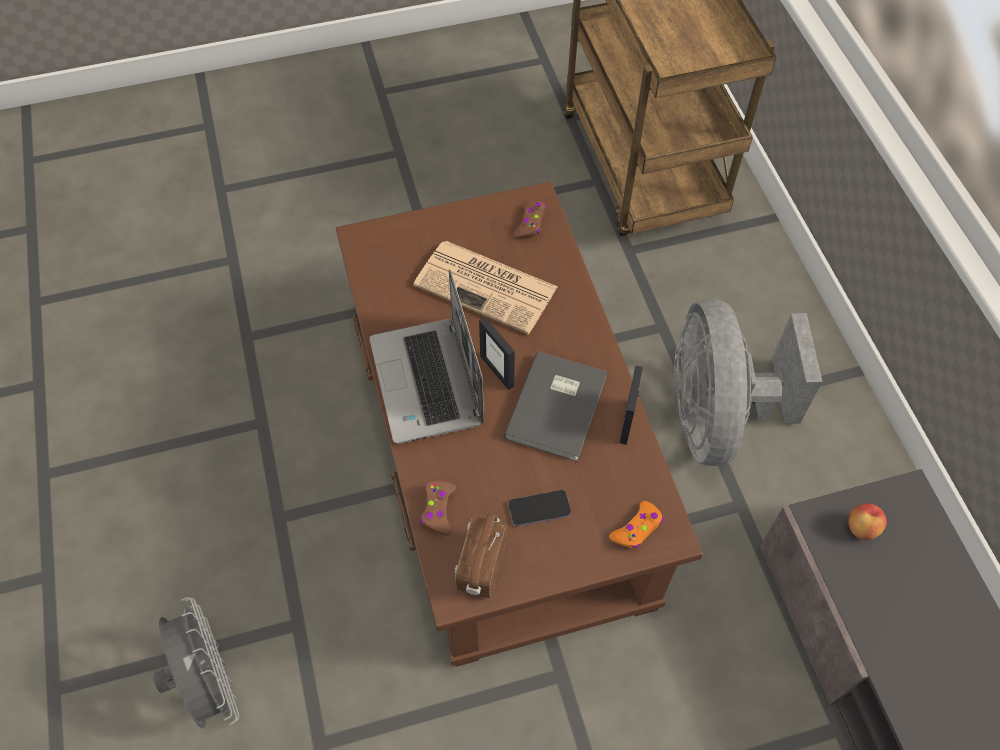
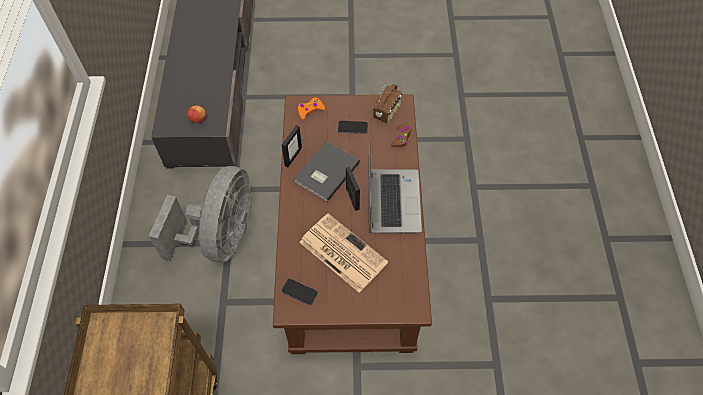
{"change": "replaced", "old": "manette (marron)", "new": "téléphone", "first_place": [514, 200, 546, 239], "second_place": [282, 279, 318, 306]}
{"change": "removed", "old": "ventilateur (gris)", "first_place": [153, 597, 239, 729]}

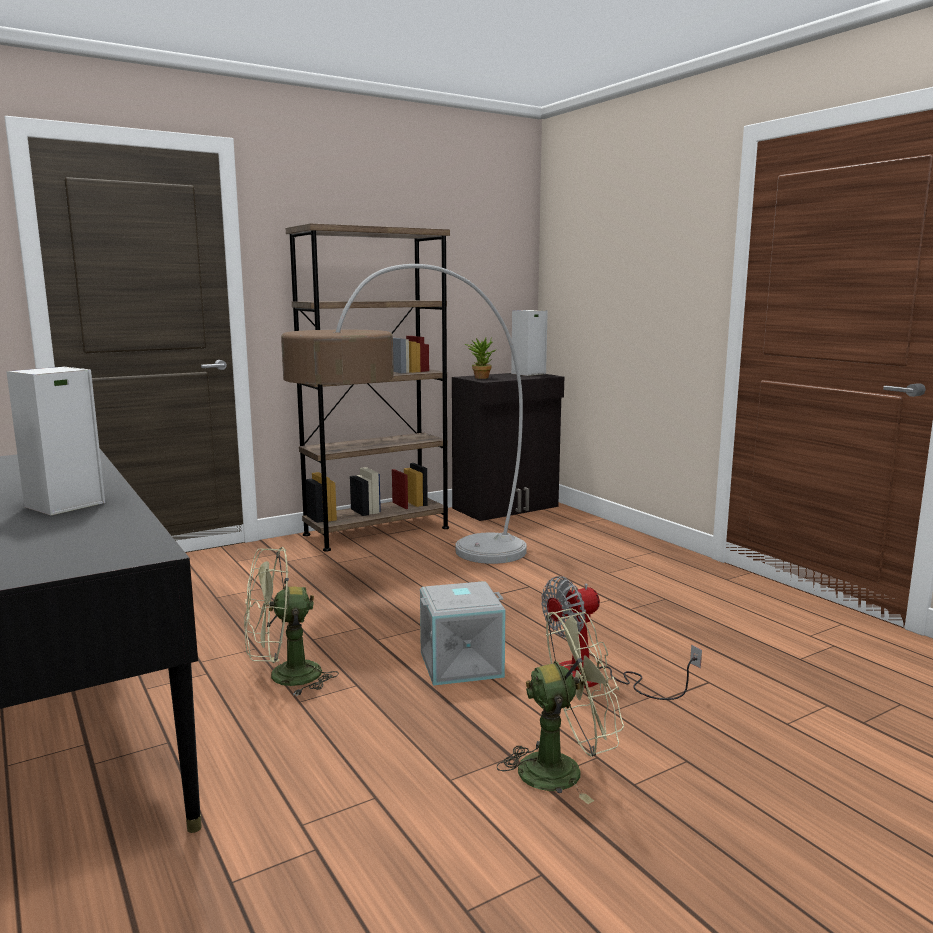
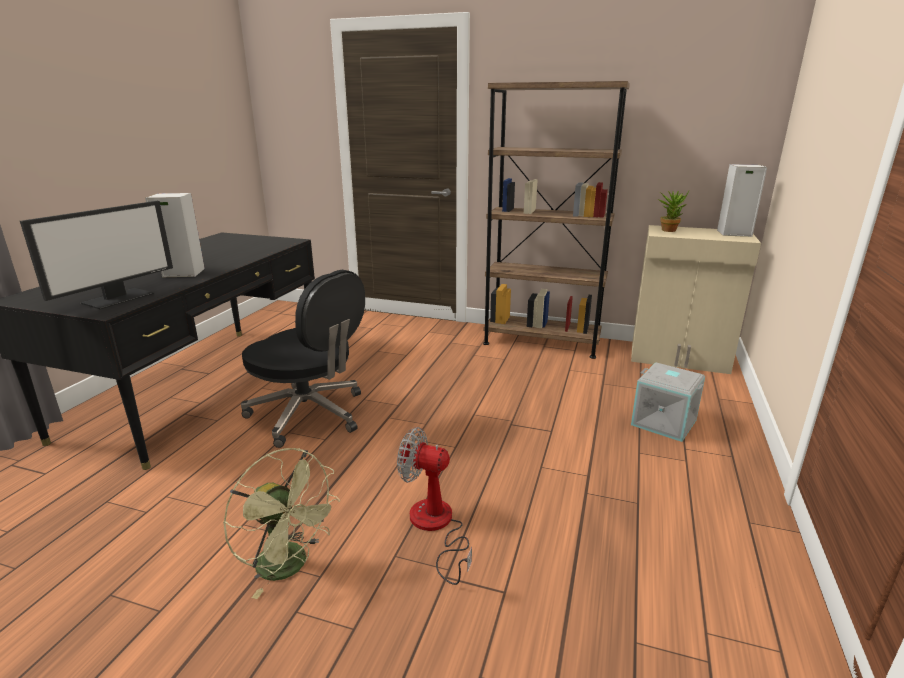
{"change": "removed", "old": "lampadaire", "first_place": [281, 264, 527, 564]}
{"change": "recoloured", "old": "meuble de rangement (noir)", "new": "meuble de rangement (beige)", "first_place": [452, 373, 564, 521], "second_place": [631, 225, 761, 374]}
{"change": "replaced", "old": "ventilateur (vert)", "new": "chaise de bureau (noir)", "first_place": [244, 547, 339, 696], "second_place": [241, 270, 365, 448]}
{"change": "moved", "old": "boîte de rangement (gris)", "first_place": [420, 581, 506, 686], "second_place": [631, 363, 705, 442]}
{"change": "added", "new": "écran d'ordinateur", "second_place": [20, 201, 173, 310]}

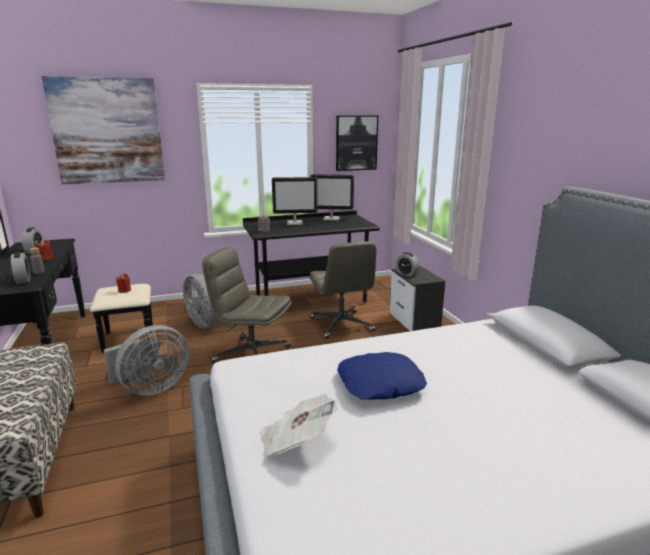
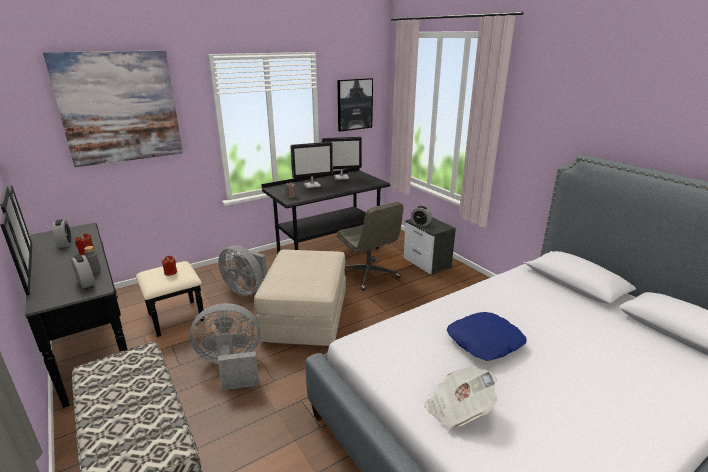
{"change": "replaced", "old": "chaise de bureau (gris)", "new": "pouf (beige)", "first_place": [202, 247, 292, 363], "second_place": [254, 250, 346, 347]}
{"change": "turned", "old": "ventilateur (gris)", "first_place": [104, 325, 189, 396], "second_place": [190, 303, 260, 390], "degrees": -135}

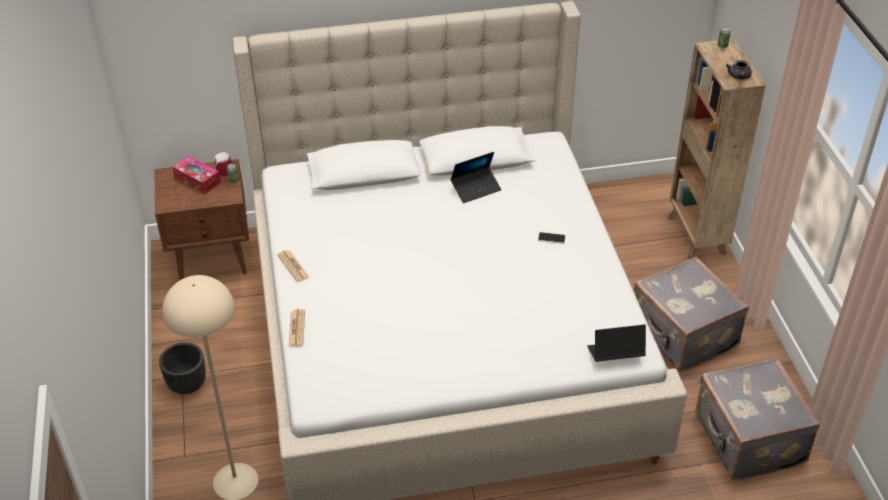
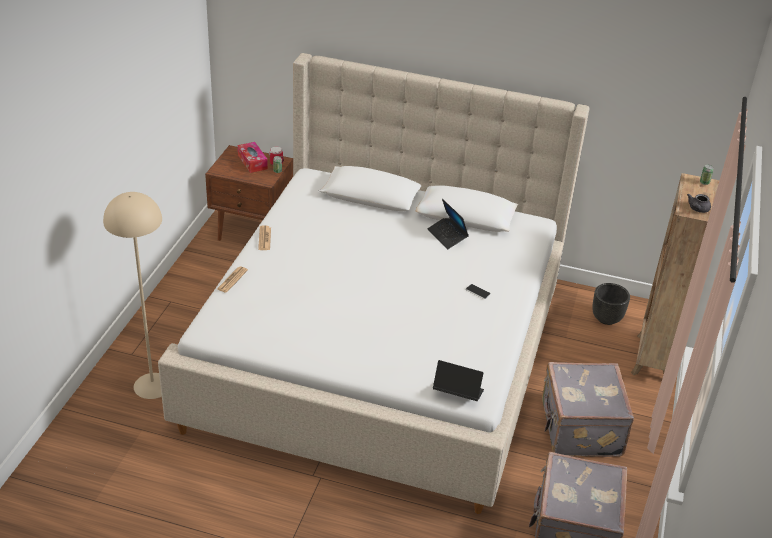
{"change": "turned", "old": "ordinateur portable", "first_place": [451, 152, 501, 203], "second_place": [427, 199, 469, 249], "degrees": 60}
{"change": "moved", "old": "cache-pot (noir)", "first_place": [159, 342, 206, 394], "second_place": [592, 283, 630, 325]}

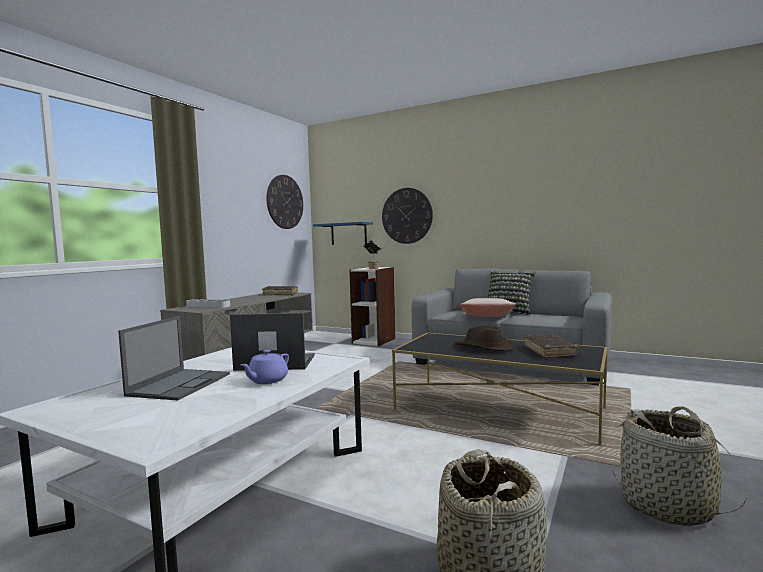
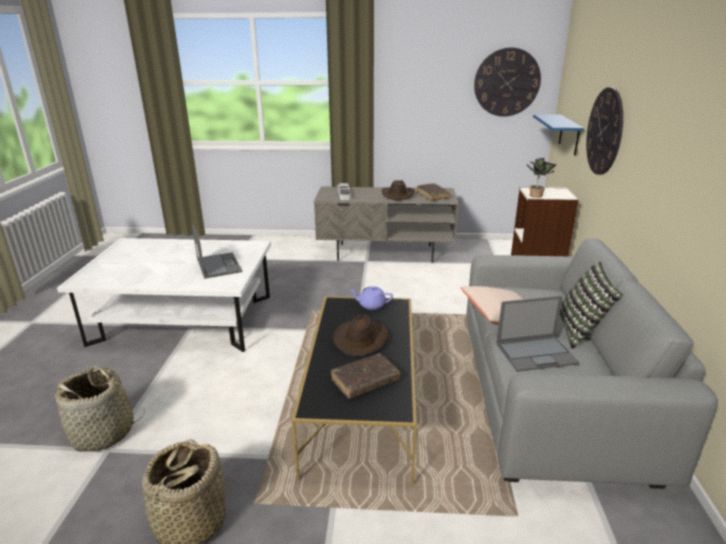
{"change": "moved", "old": "ordinateur portable", "first_place": [118, 316, 230, 400], "second_place": [496, 296, 580, 372]}
{"change": "moved", "old": "théière (violet)", "first_place": [241, 350, 289, 384], "second_place": [350, 286, 393, 310]}
{"change": "added", "new": "chapeau (marron)", "second_place": [382, 180, 415, 201]}

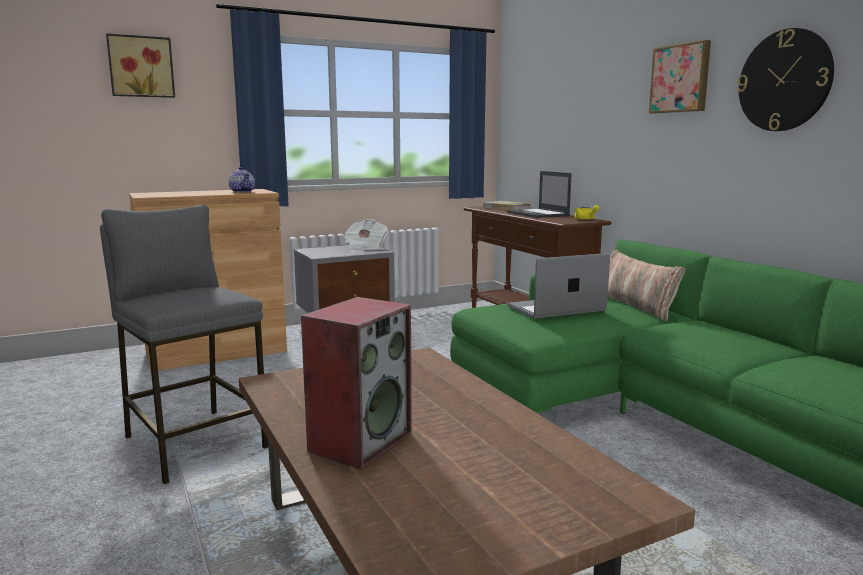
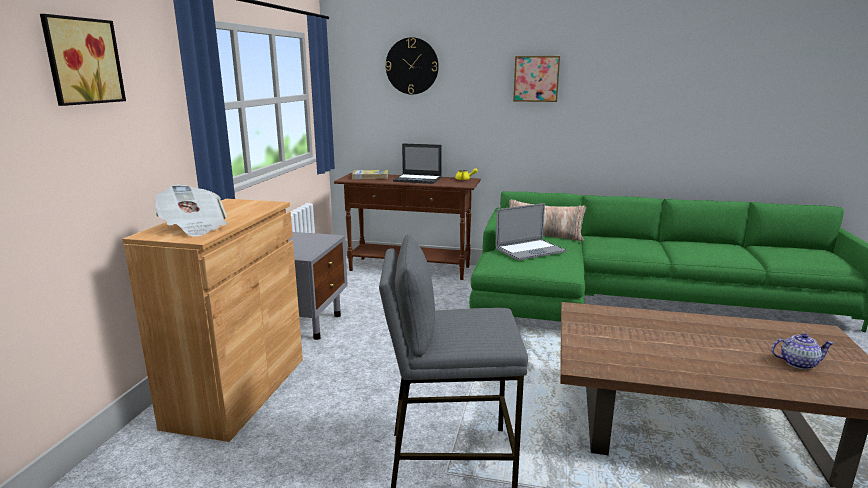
{"change": "moved", "old": "horloge murale", "first_place": [737, 28, 834, 131], "second_place": [385, 37, 439, 94]}
{"change": "moved", "old": "théière", "first_place": [228, 167, 255, 193], "second_place": [771, 333, 834, 369]}
{"change": "moved", "old": "journal", "first_place": [344, 219, 388, 252], "second_place": [155, 184, 228, 237]}
{"change": "turned", "old": "ordinateur portable", "first_place": [507, 253, 610, 319], "second_place": [495, 203, 567, 261], "degrees": -135}
{"change": "removed", "old": "enceinte", "first_place": [301, 297, 412, 469]}

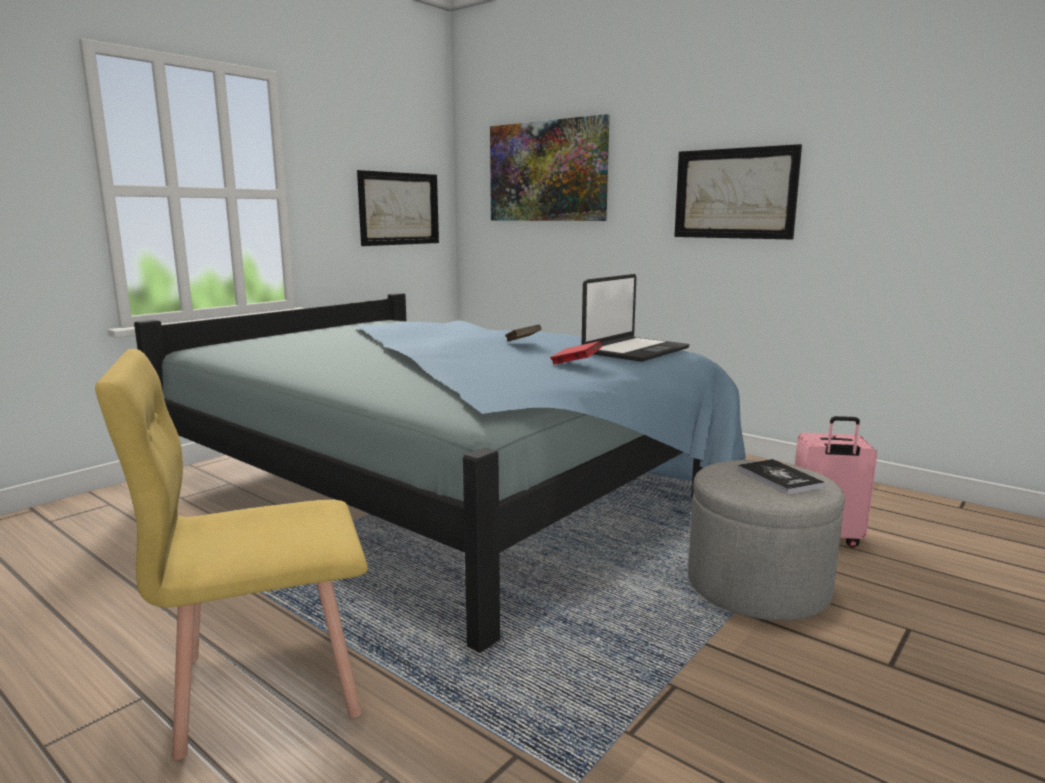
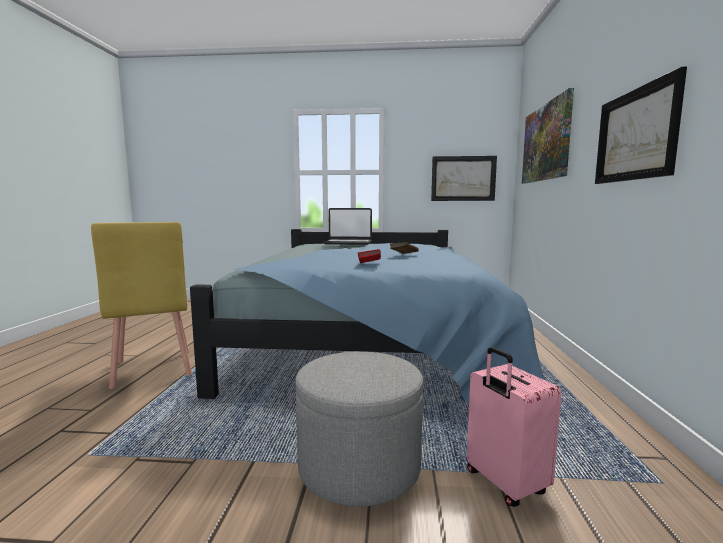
{"change": "moved", "old": "ordinateur portable", "first_place": [582, 274, 690, 362], "second_place": [323, 208, 372, 245]}
{"change": "turned", "old": "chaise (jaune)", "first_place": [95, 349, 368, 760], "second_place": [91, 222, 192, 389], "degrees": -150}
{"change": "removed", "old": "livre", "first_place": [737, 459, 825, 495]}

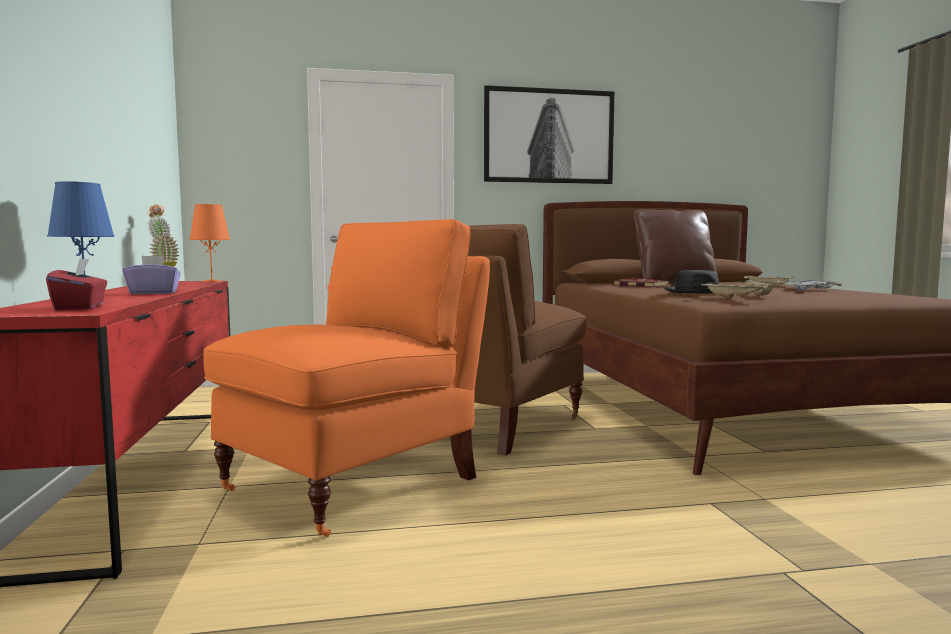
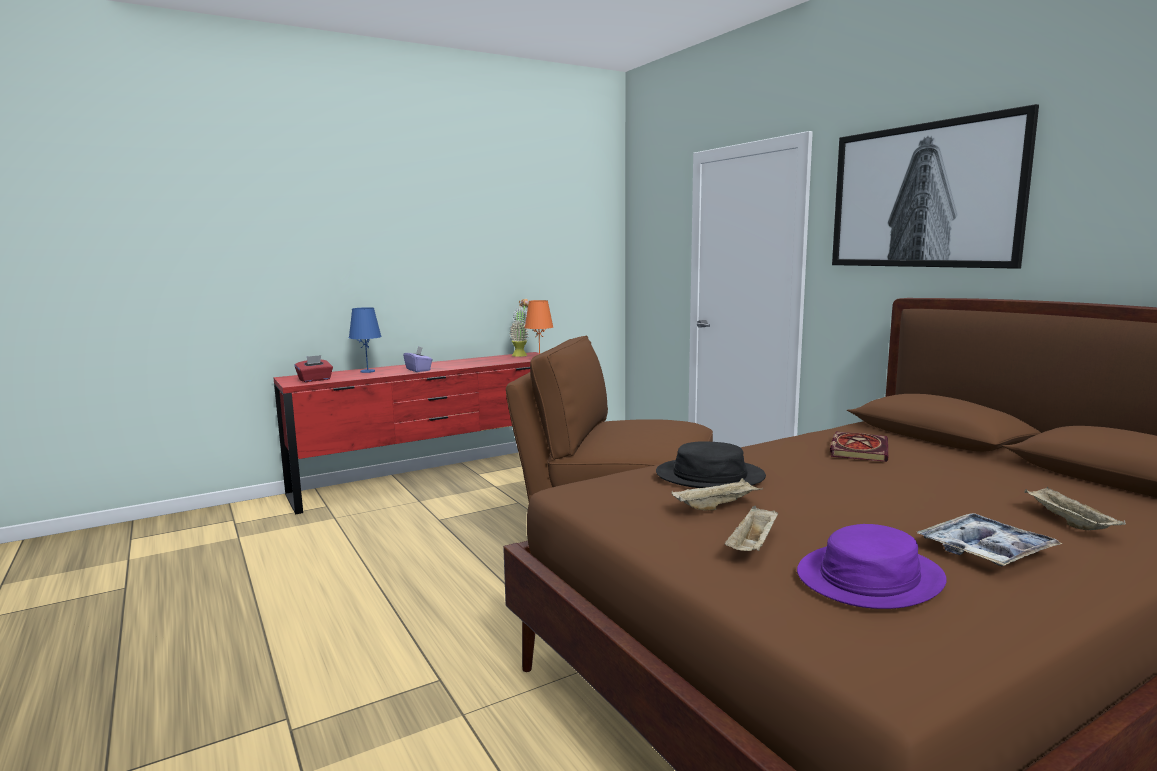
{"change": "removed", "old": "coussin (marron)", "first_place": [634, 209, 716, 284]}
{"change": "removed", "old": "chaise (orange)", "first_place": [203, 219, 490, 537]}
{"change": "moved", "old": "plateau (beige)", "first_place": [701, 283, 768, 297], "second_place": [725, 506, 778, 551]}
{"change": "added", "new": "chapeau (violet)", "second_place": [797, 524, 947, 609]}

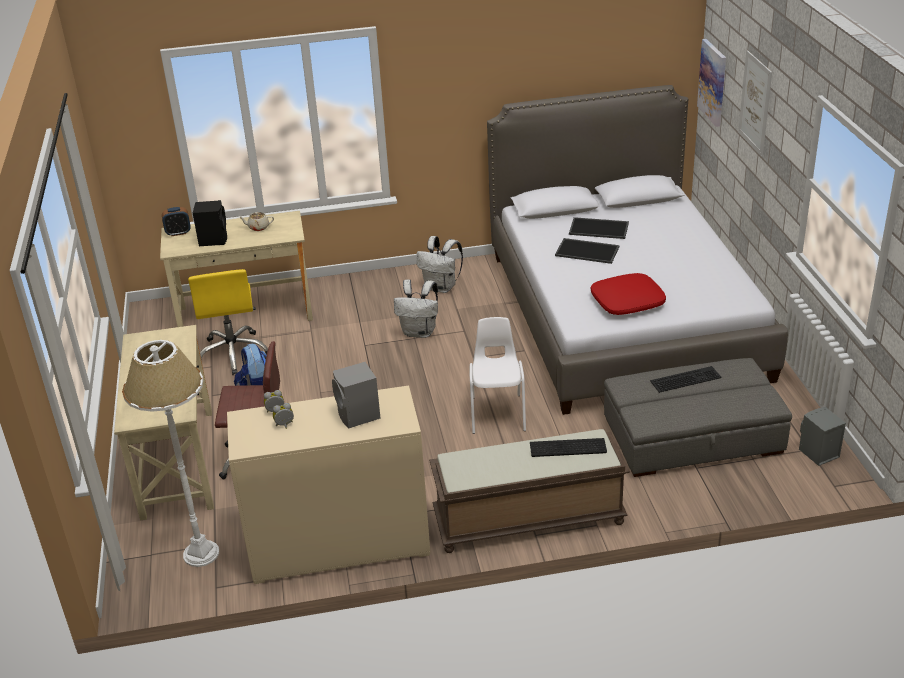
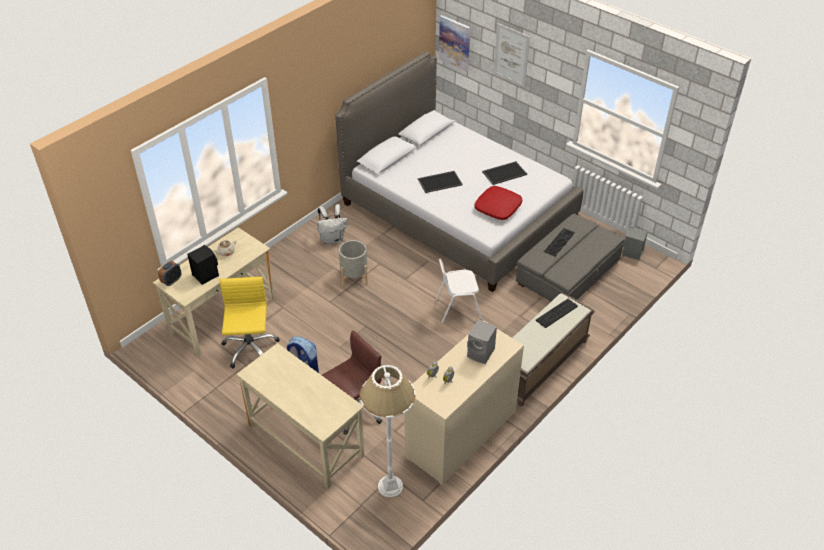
{"change": "moved", "old": "plateau", "first_place": [569, 217, 629, 239], "second_place": [482, 161, 527, 185]}
{"change": "turned", "old": "chaise de bureau (jaune)", "first_place": [188, 269, 268, 375], "second_place": [220, 277, 280, 369], "degrees": -135}
{"change": "replaced", "old": "sac à dos (blanc)", "new": "cache-pot (gris)", "first_place": [394, 279, 438, 338], "second_place": [339, 240, 368, 287]}
{"change": "turned", "old": "chaise (blanc)", "first_place": [470, 317, 526, 434], "second_place": [436, 259, 482, 323], "degrees": -60}

